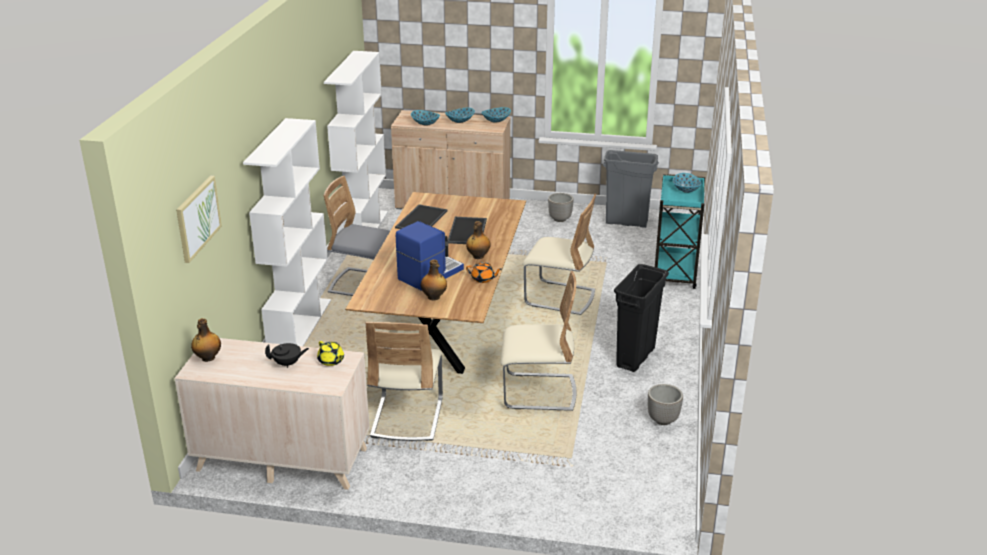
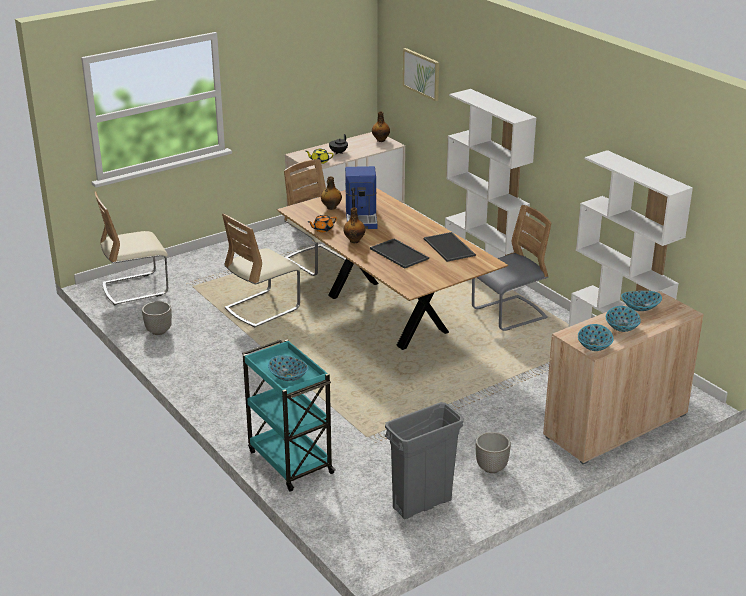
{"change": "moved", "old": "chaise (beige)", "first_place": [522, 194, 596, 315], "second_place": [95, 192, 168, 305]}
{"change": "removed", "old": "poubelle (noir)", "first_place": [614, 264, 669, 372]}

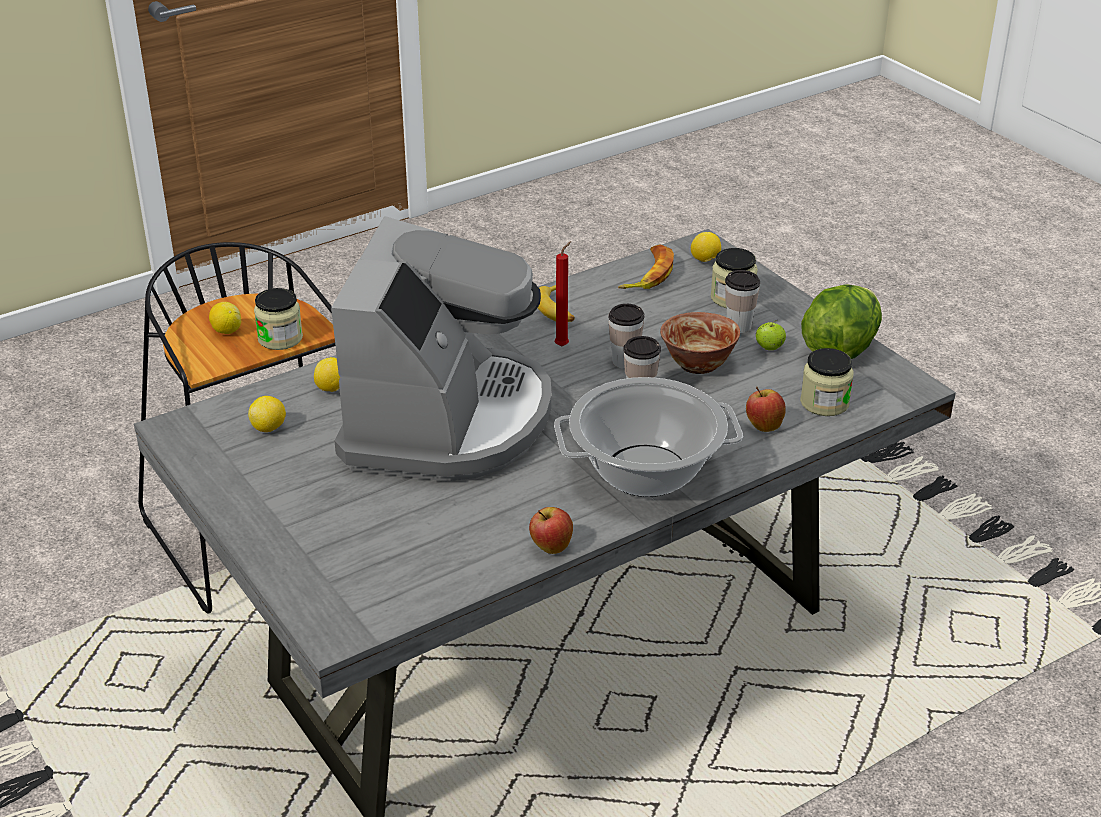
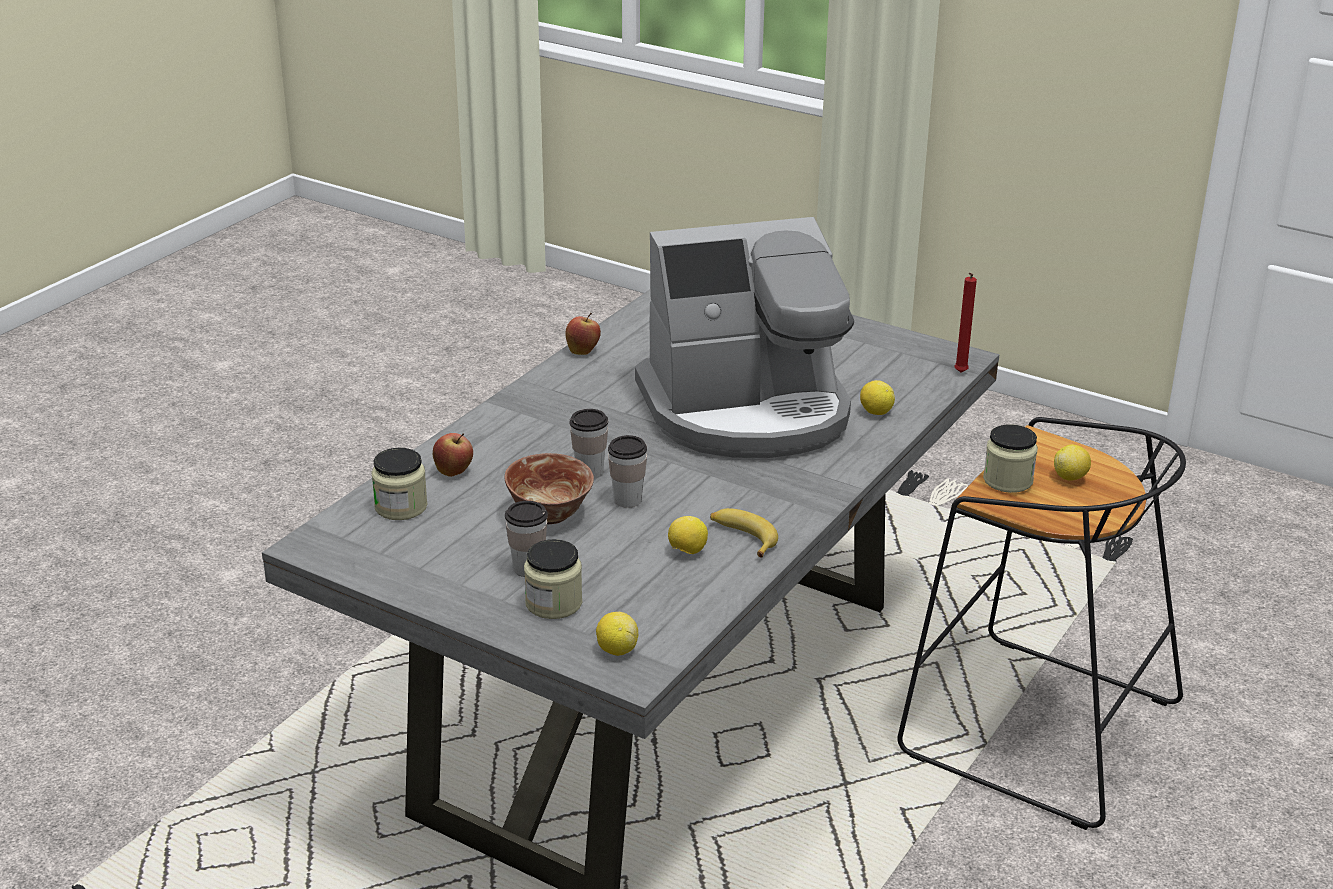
{"change": "turned", "old": "machine à café", "first_place": [331, 216, 552, 482], "second_place": [635, 217, 854, 458], "degrees": -90}
{"change": "moved", "old": "bougie (rouge)", "first_place": [555, 241, 571, 347], "second_place": [954, 273, 977, 373]}
{"change": "removed", "old": "banane", "first_place": [618, 244, 674, 289]}
{"change": "removed", "old": "laitue", "first_place": [801, 284, 882, 359]}
{"change": "removed", "old": "pomme", "first_place": [756, 320, 786, 350]}
{"change": "removed", "old": "marmite", "first_place": [554, 377, 743, 497]}
{"change": "moved", "old": "citron", "first_place": [248, 396, 286, 432], "second_place": [668, 516, 708, 554]}

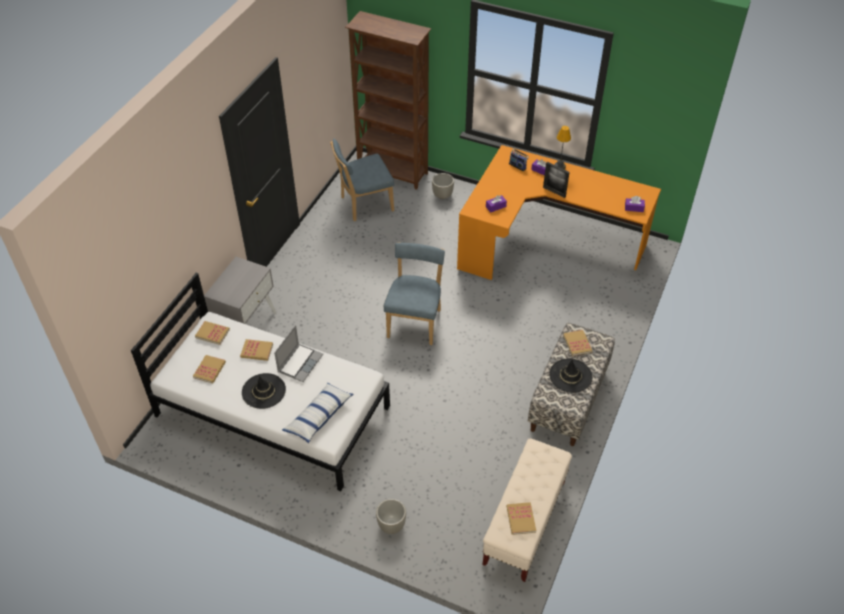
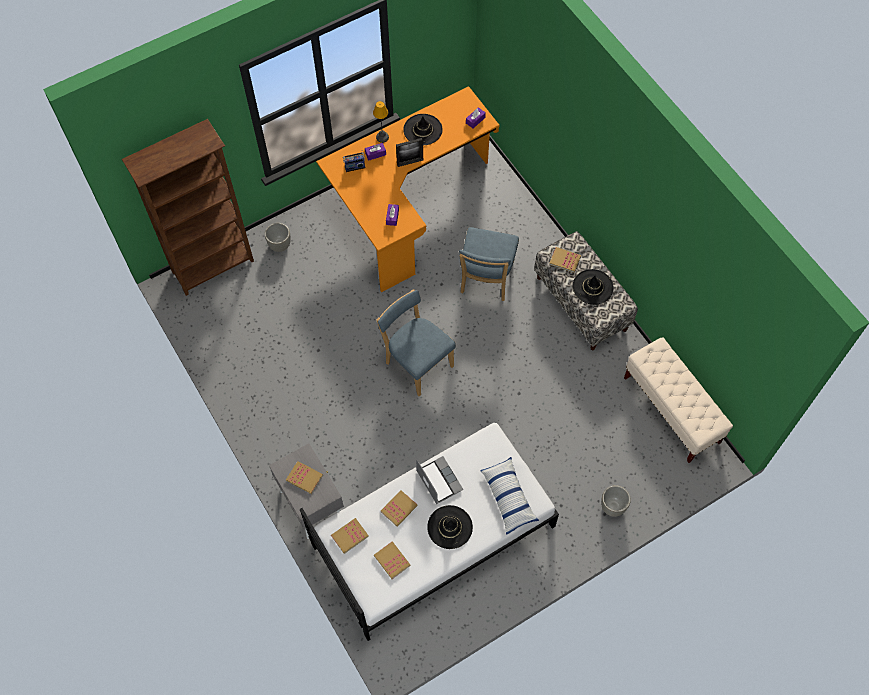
{"change": "moved", "old": "chaise (bleu)", "first_place": [331, 139, 394, 221], "second_place": [459, 227, 519, 301]}
{"change": "moved", "old": "livre", "first_place": [507, 502, 536, 535], "second_place": [286, 461, 323, 494]}
{"change": "added", "new": "chapeau (noir)", "second_place": [403, 114, 443, 145]}

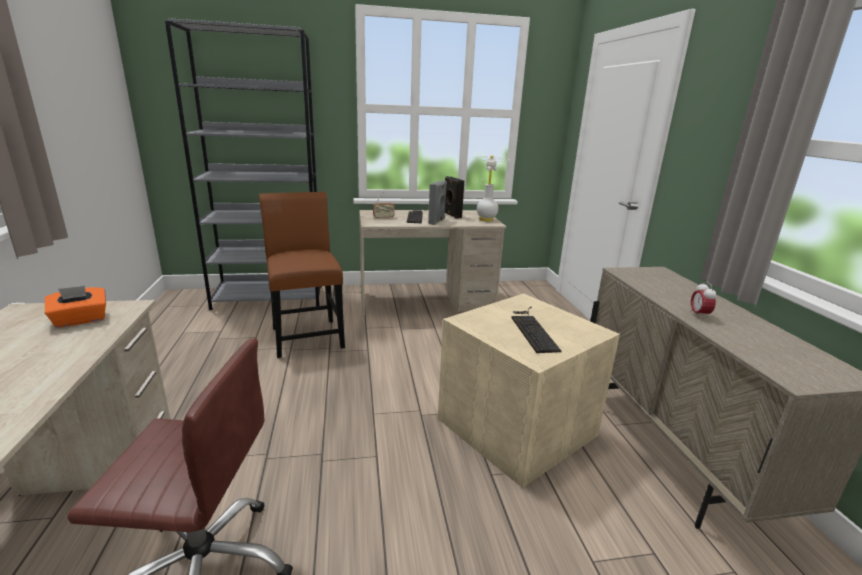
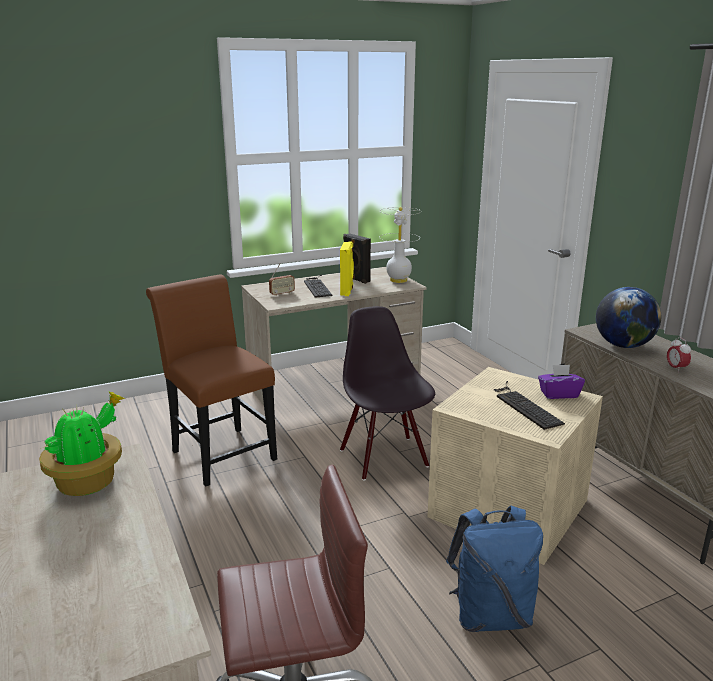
{"change": "removed", "old": "bibliothèque (gris)", "first_place": [165, 18, 322, 310]}
{"change": "recoloured", "old": "enceinte (gris)", "new": "enceinte (jaune)", "first_place": [428, 181, 447, 225], "second_place": [340, 242, 354, 296]}
{"change": "replaced", "old": "boîte à mouchoirs (orange)", "new": "plante en pot", "first_place": [45, 286, 106, 328], "second_place": [39, 392, 125, 496]}
{"change": "added", "new": "globe", "second_place": [596, 287, 661, 348]}
{"change": "added", "new": "chaise (noir)", "second_place": [340, 306, 435, 481]}
{"change": "added", "new": "boîte à mouchoirs (violet)", "second_place": [538, 365, 585, 399]}
{"change": "added", "new": "sac à dos (bleu)", "second_place": [446, 506, 543, 632]}

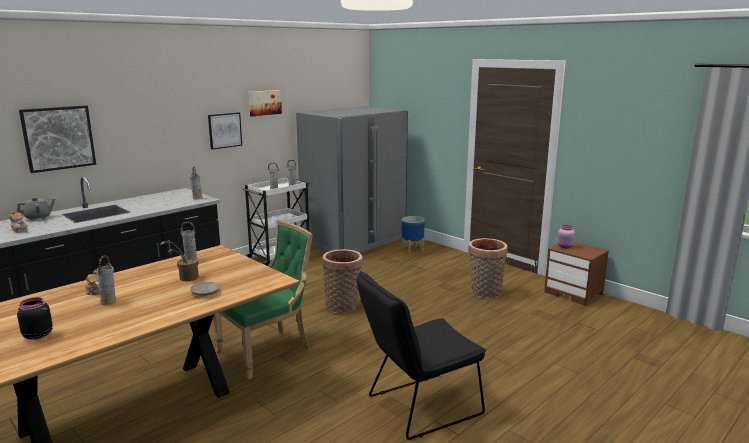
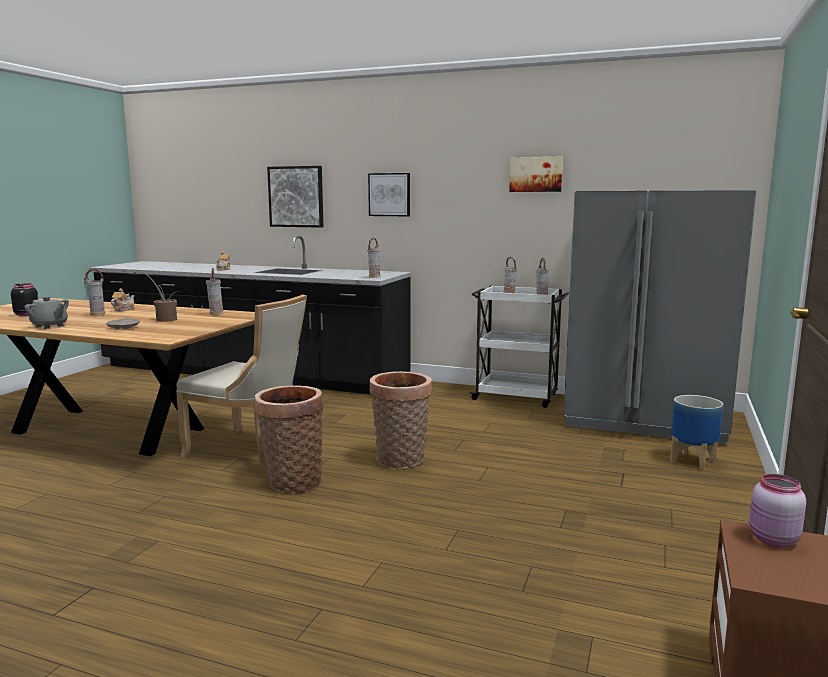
{"change": "moved", "old": "tableau", "first_place": [208, 112, 242, 150], "second_place": [368, 173, 410, 216]}
{"change": "moved", "old": "théière (gris)", "first_place": [17, 197, 55, 221], "second_place": [24, 296, 69, 329]}
{"change": "recoloured", "old": "chaise (vert)", "new": "chaise (beige)", "first_place": [213, 221, 313, 380], "second_place": [176, 295, 307, 469]}
{"change": "moved", "old": "panier", "first_place": [468, 238, 507, 298], "second_place": [255, 385, 323, 494]}
{"change": "removed", "old": "chaise (noir)", "first_place": [356, 271, 486, 440]}

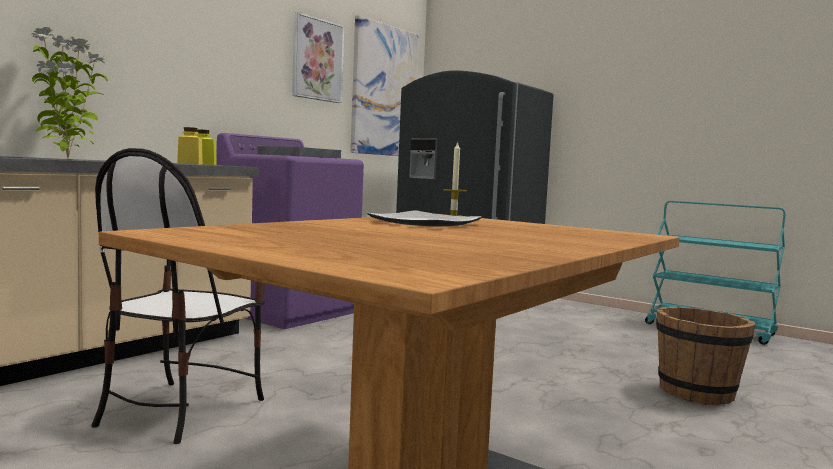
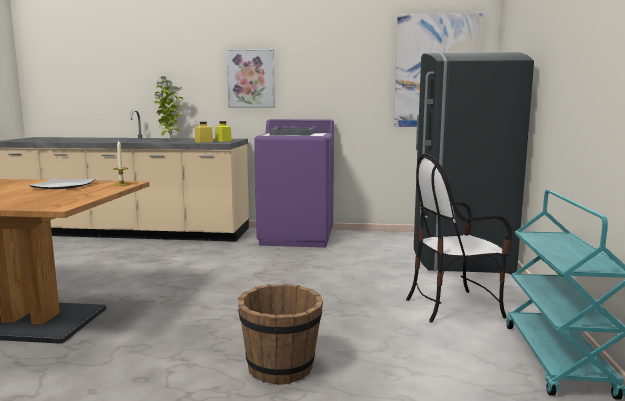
{"change": "moved", "old": "tableau", "first_place": [292, 12, 344, 103], "second_place": [227, 49, 275, 108]}
{"change": "moved", "old": "chaise", "first_place": [91, 148, 265, 444], "second_place": [406, 154, 512, 322]}

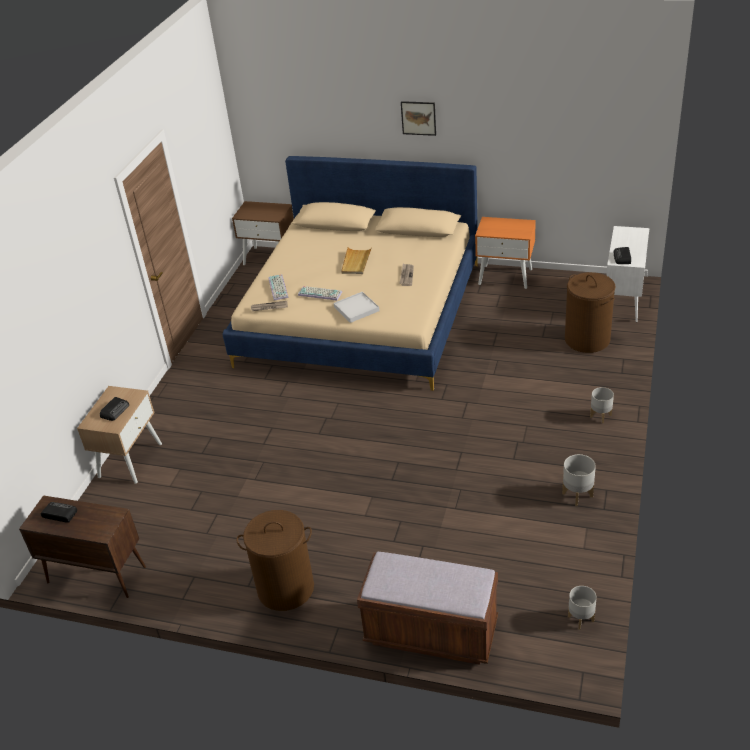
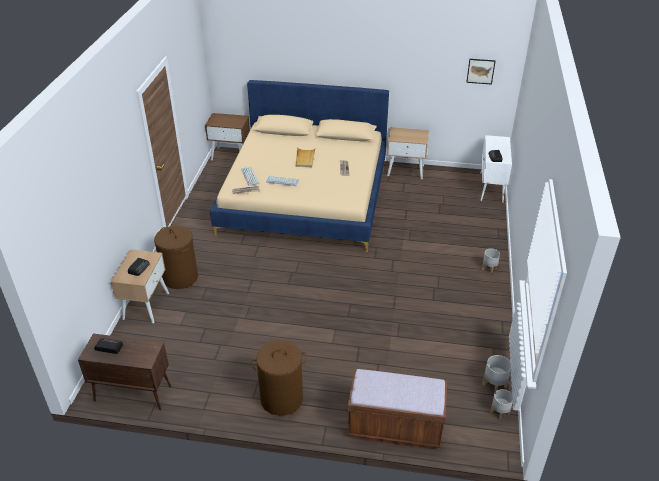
{"change": "moved", "old": "tableau", "first_place": [401, 101, 436, 136], "second_place": [466, 59, 496, 85]}
{"change": "recoloured", "old": "table de chevet (orange)", "new": "table de chevet (beige)", "first_place": [475, 217, 536, 289], "second_place": [387, 127, 429, 179]}
{"change": "moved", "old": "panier à linge (marron)", "first_place": [565, 272, 616, 353], "second_place": [154, 226, 198, 289]}
{"change": "removed", "old": "plateau (blanc)", "first_place": [334, 292, 380, 323]}
{"change": "moved", "old": "cache-pot (gris)", "first_place": [562, 454, 596, 506], "second_place": [482, 355, 512, 394]}

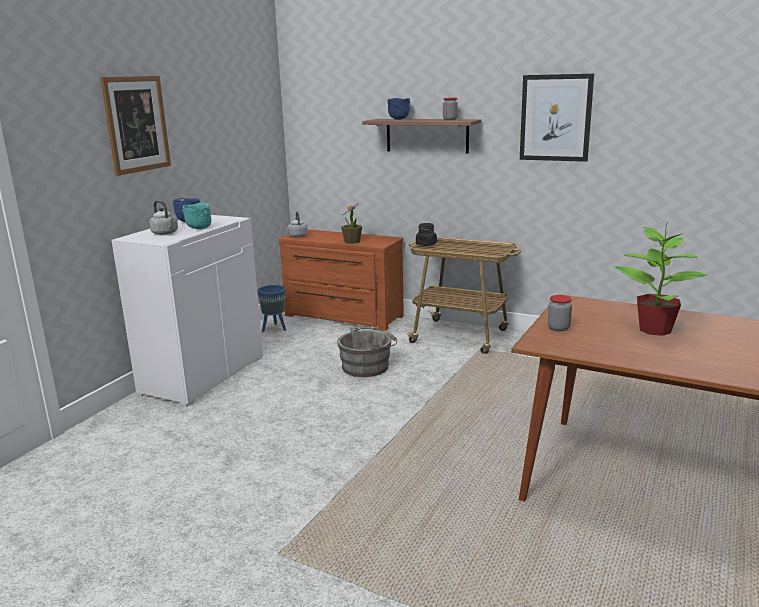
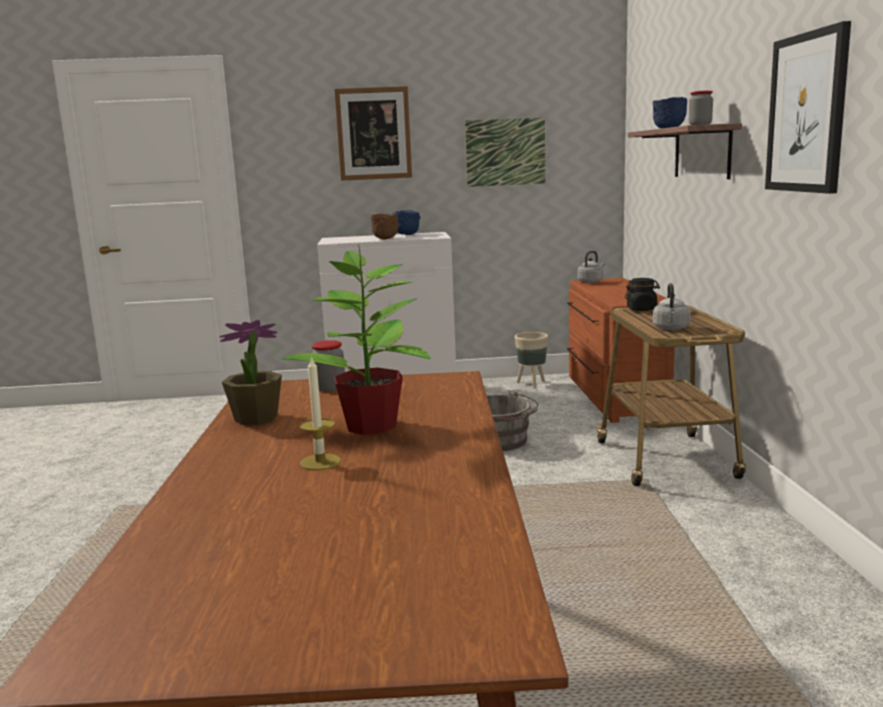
{"change": "moved", "old": "bouilloire (gris)", "first_place": [149, 200, 178, 235], "second_place": [653, 283, 691, 330]}
{"change": "recoloured", "old": "bol (turquoise)", "new": "bol (marron)", "first_place": [182, 203, 212, 229], "second_place": [371, 213, 398, 240]}
{"change": "moved", "old": "plante en pot", "first_place": [341, 203, 362, 244], "second_place": [220, 320, 282, 425]}
{"change": "recoloured", "old": "cache-pot (bleu)", "new": "cache-pot (beige)", "first_place": [257, 285, 286, 332], "second_place": [515, 332, 548, 389]}
{"change": "added", "new": "tableau", "second_place": [465, 117, 545, 187]}
{"change": "added", "new": "bougie", "second_place": [300, 355, 341, 470]}

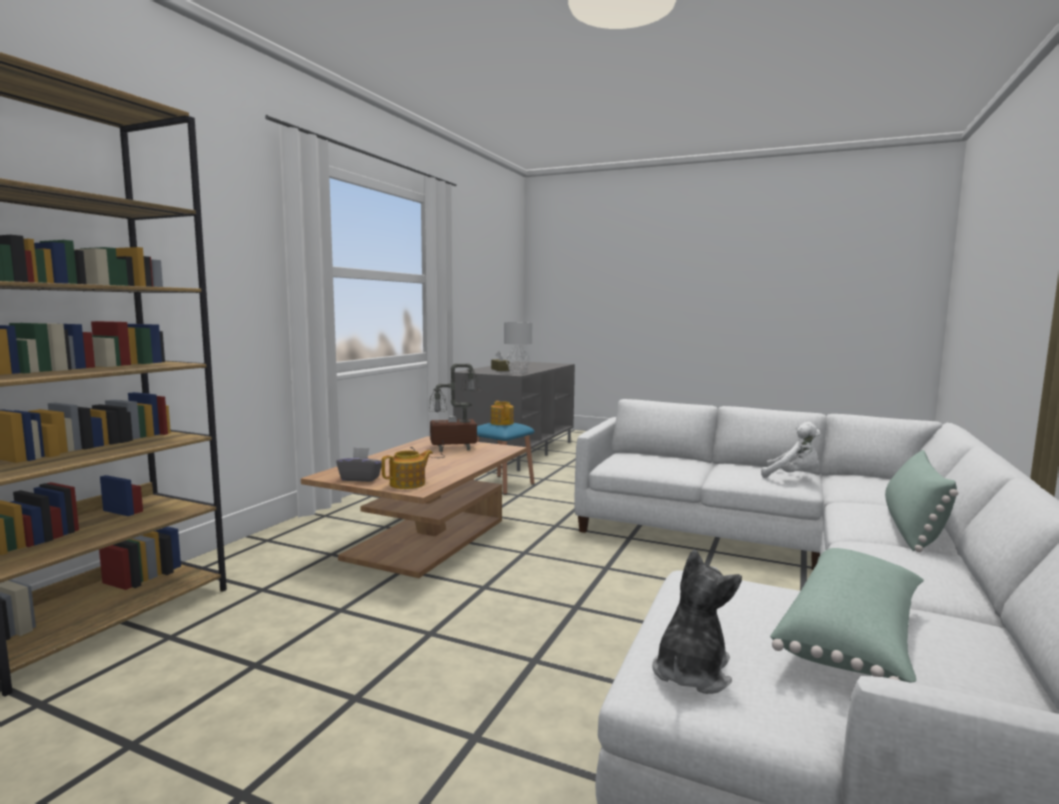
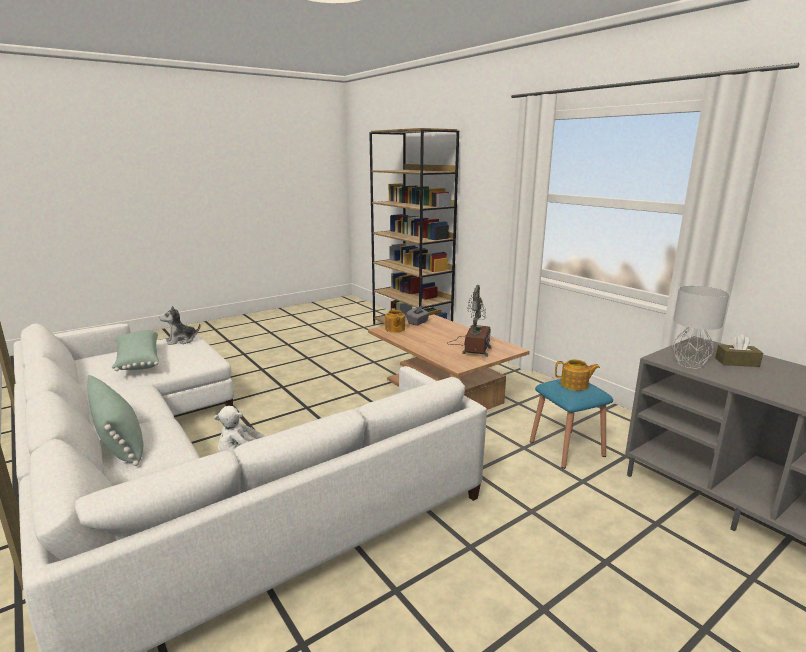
{"change": "turned", "old": "peluche", "first_place": [652, 549, 742, 694], "second_place": [159, 306, 200, 345], "degrees": 90}

